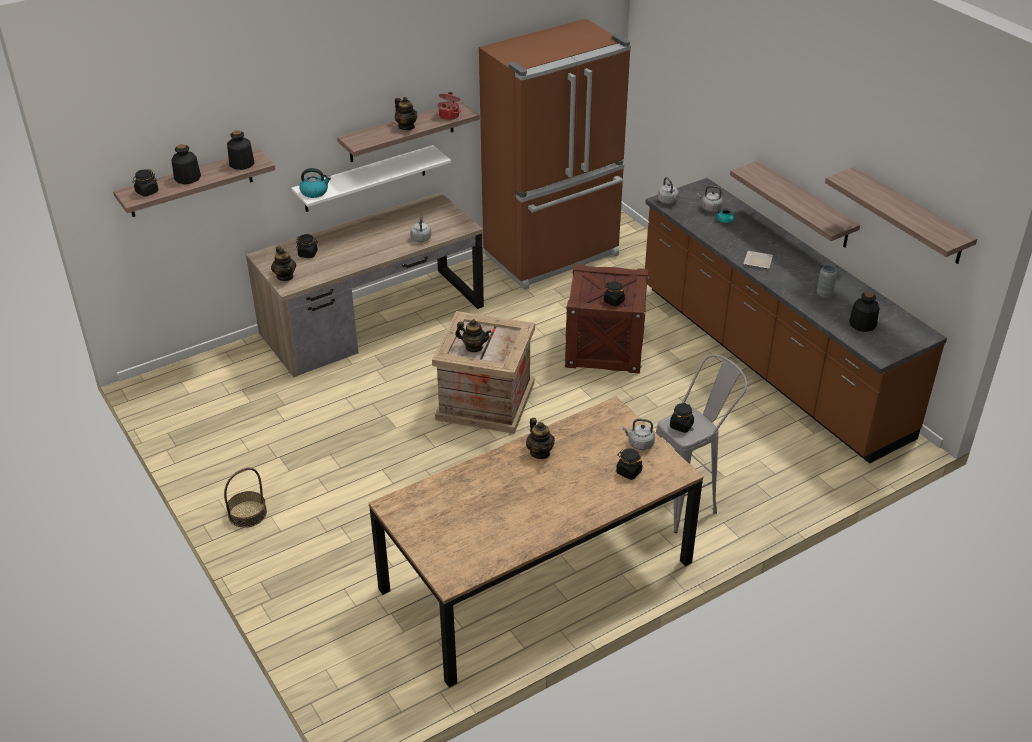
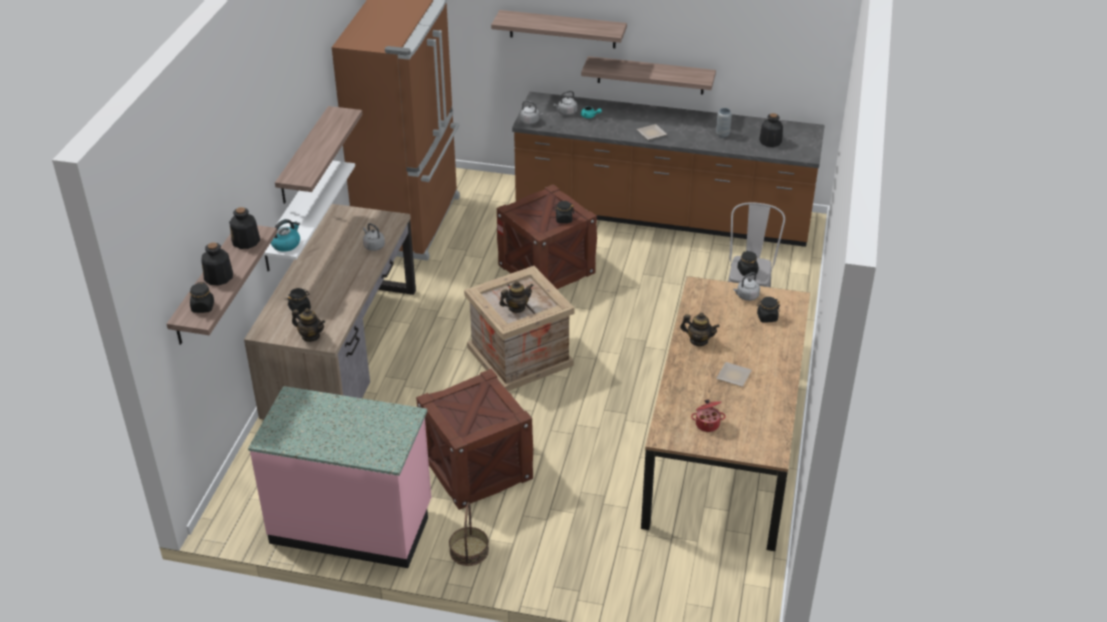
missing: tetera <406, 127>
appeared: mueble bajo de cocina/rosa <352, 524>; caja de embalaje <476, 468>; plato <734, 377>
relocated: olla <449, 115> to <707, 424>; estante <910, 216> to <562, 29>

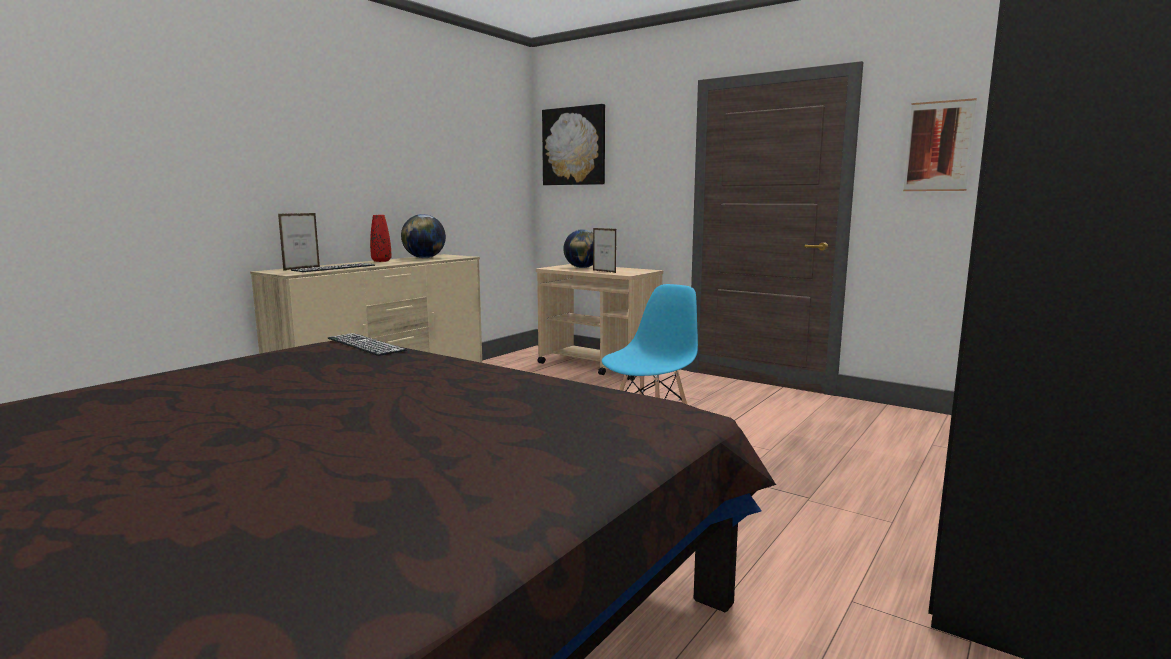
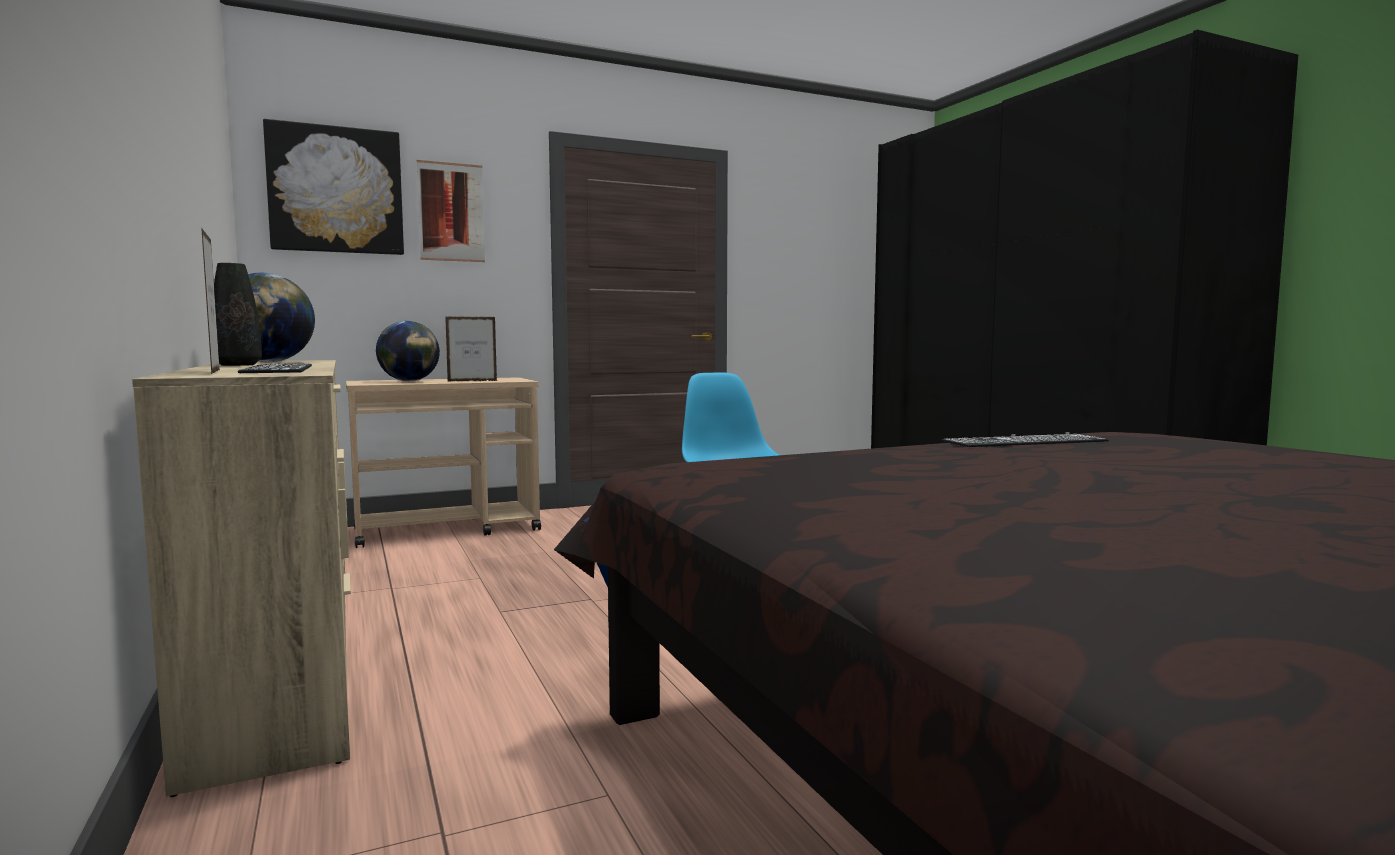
relocated: teclado <365, 344> to <1025, 441>; cuadro <938, 146> to <451, 212>
colour: florero/rojo <381, 261> to florero/negro <237, 365>

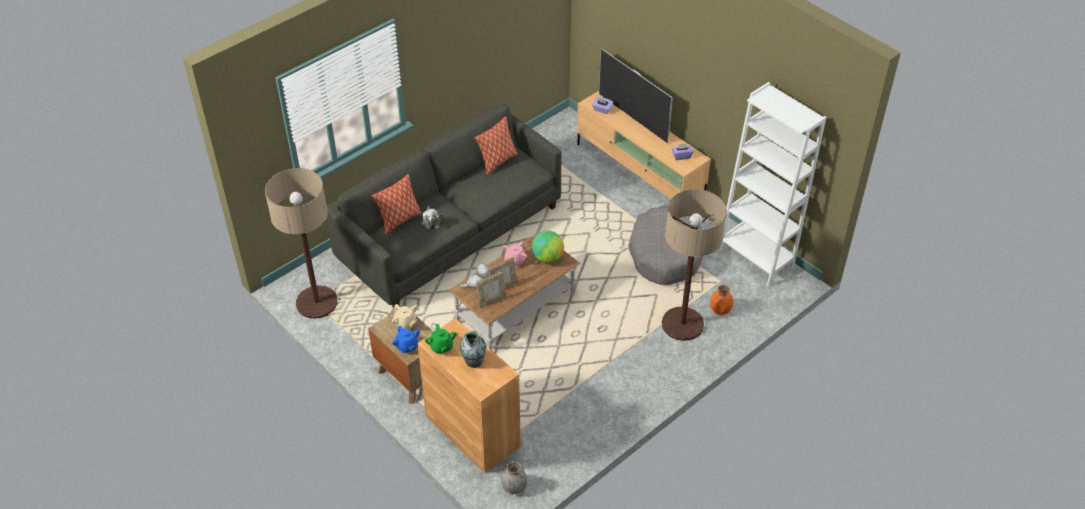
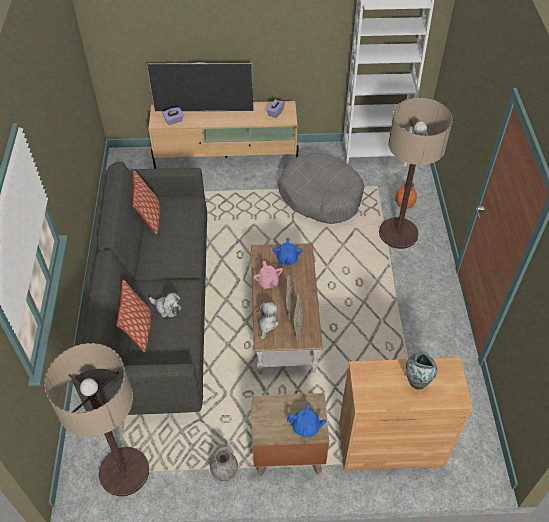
missing: tetera/beis <405, 323>; tetera/verde <441, 347>
relocated: florero/gris <514, 487> to <224, 472>
exchanged: globo terráqueo <547, 258> to tetera/azul <287, 259>

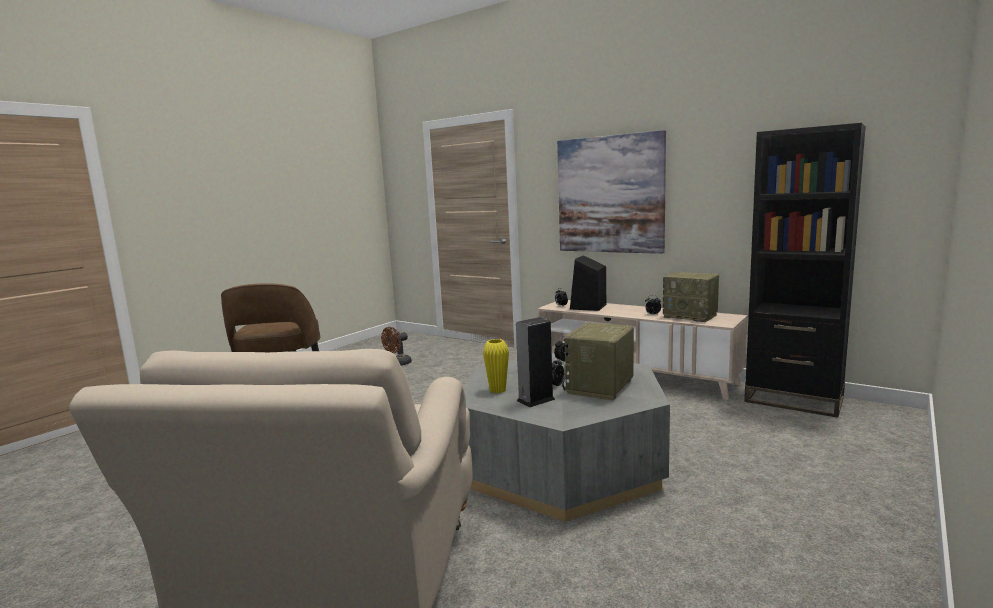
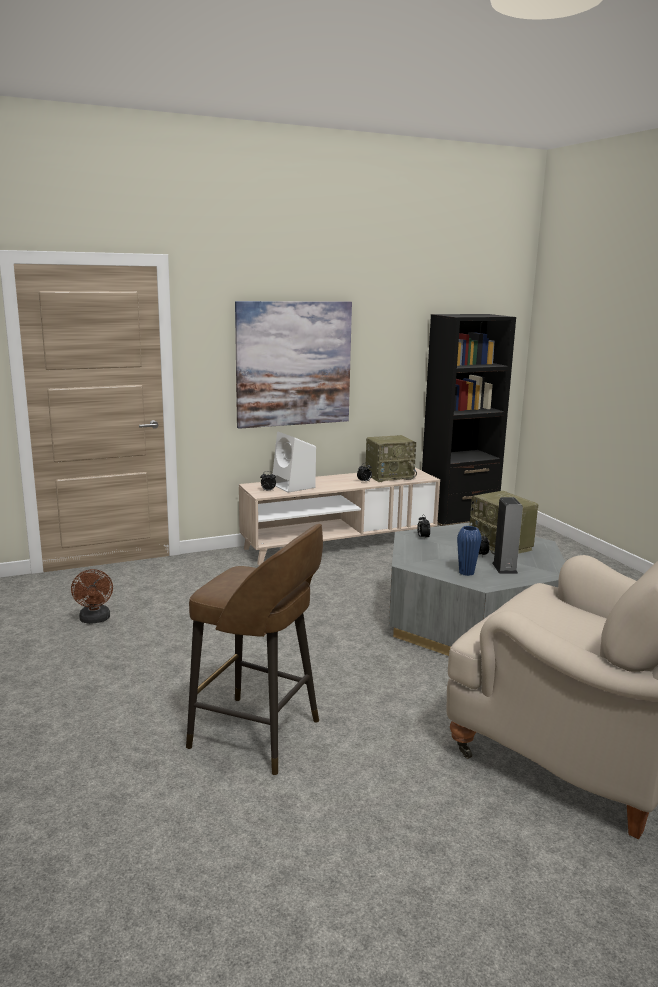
colour: florero/amarillo <497, 390> to florero/azul <466, 573>; altavoz/negro <588, 307> to altavoz/blanco <294, 486>

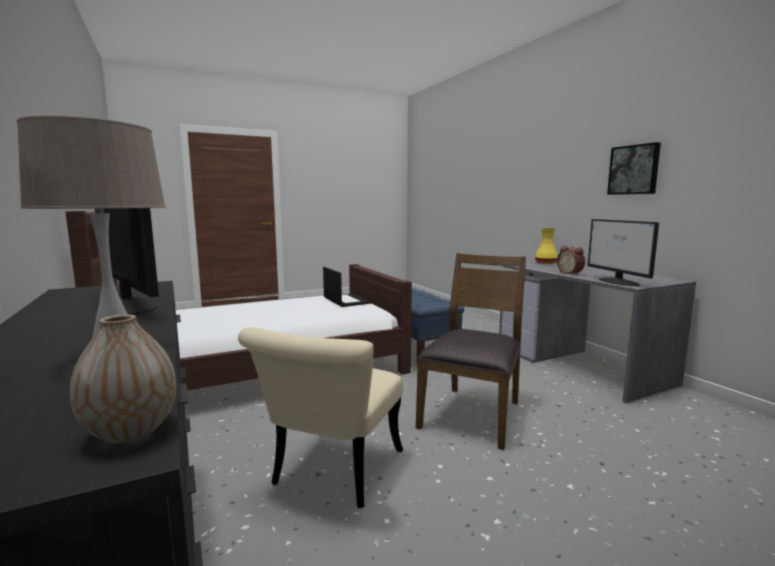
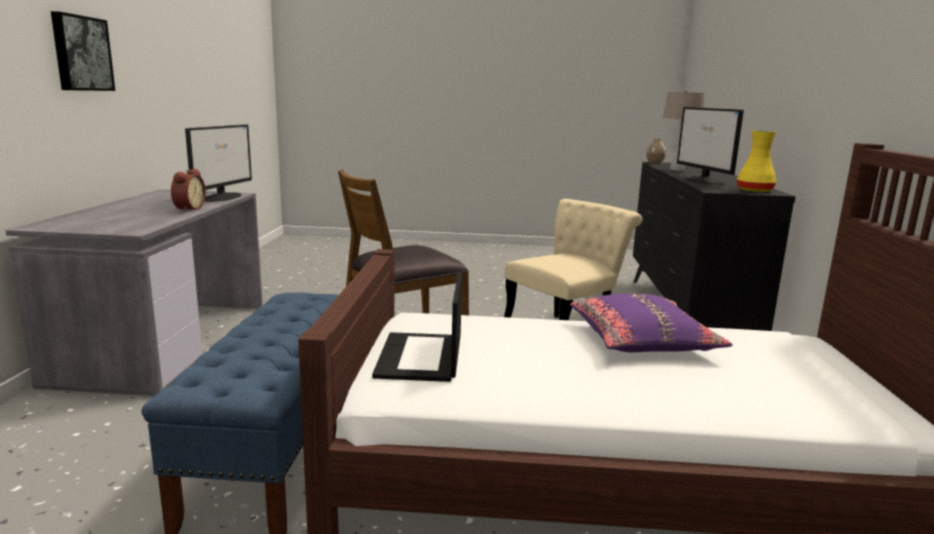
appeared: cojín/morado <642, 341>
relocated: florero/amarillo <546, 263> to <753, 191>

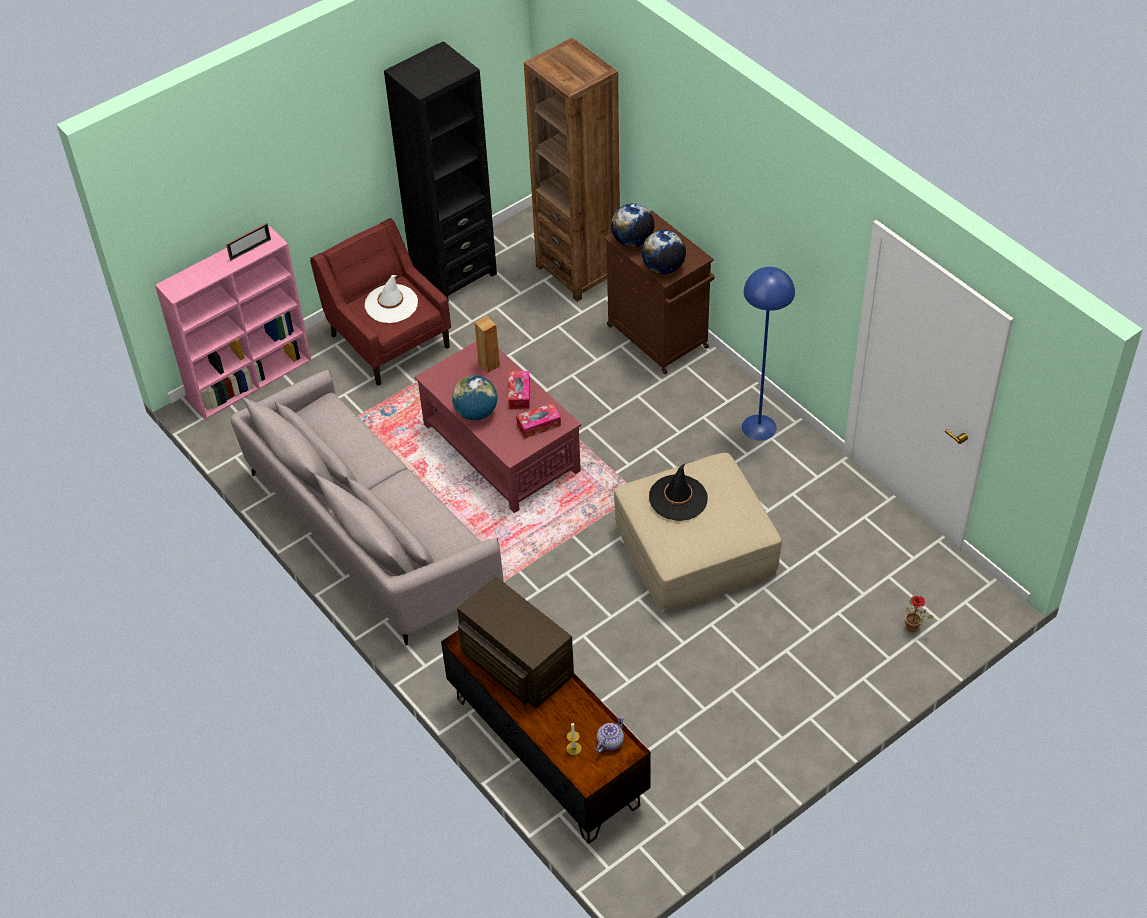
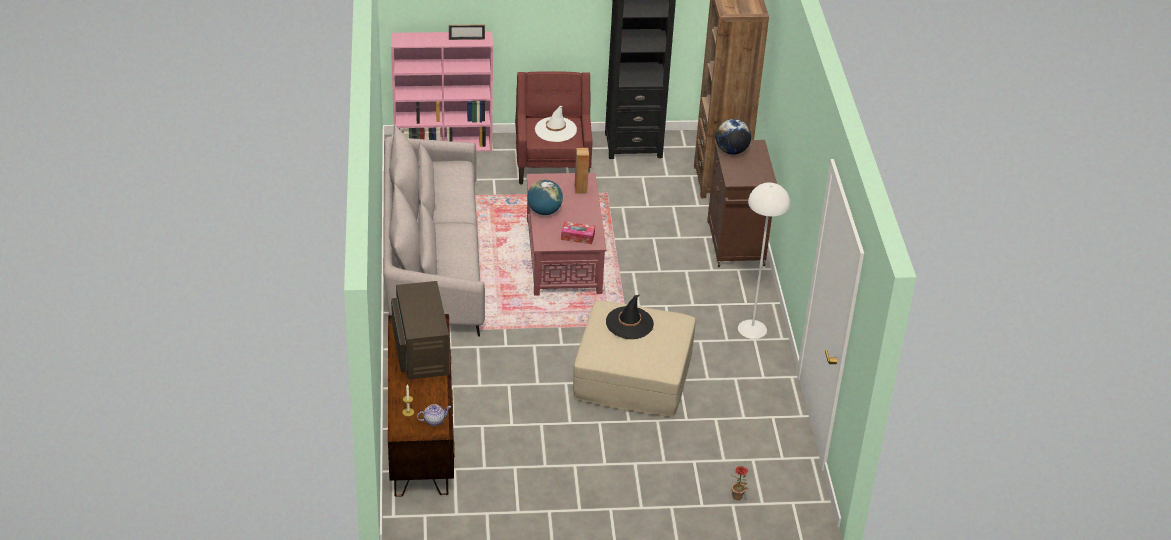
missing: caja de pañuelos <519, 394>; globo terráqueo <663, 268>
colour: lámpara de pie/azul <759, 427> to lámpara de pie/blanco <752, 329>

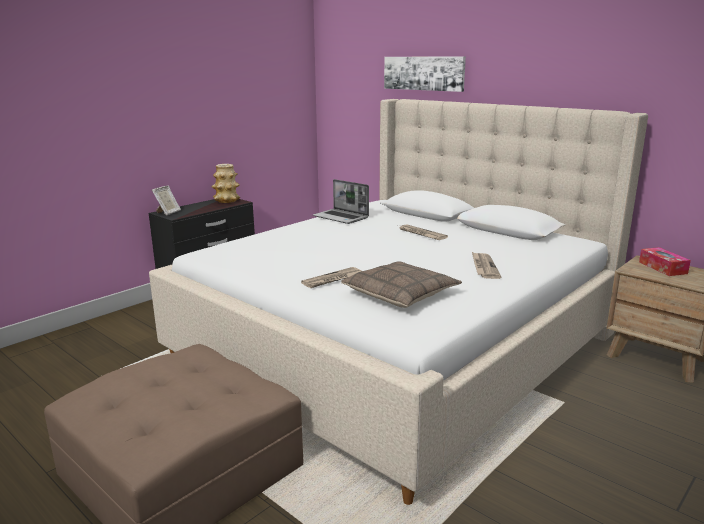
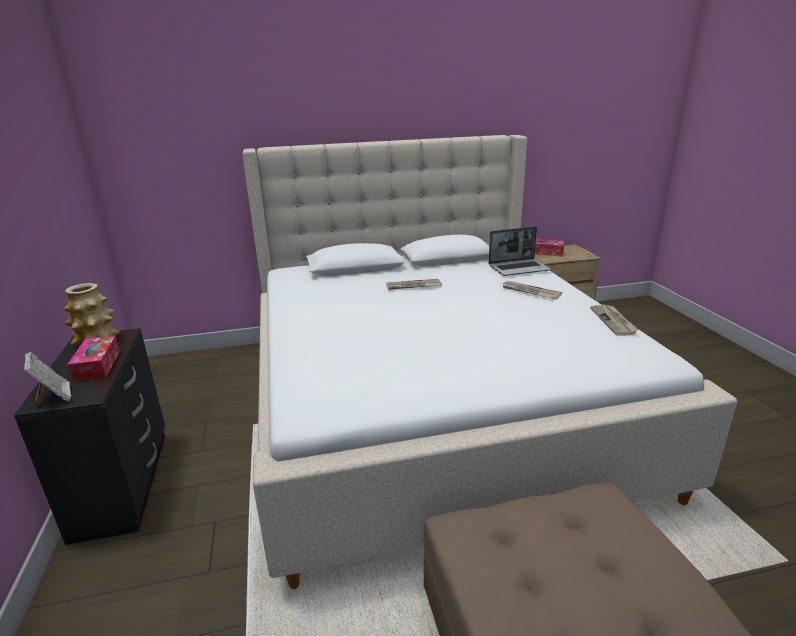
missing: cojín <401, 294>; cuadro <423, 73>
appeared: caja de pañuelos <97, 365>
relocated: periódico <333, 279> to <614, 321>; portátil <341, 217> to <519, 268>

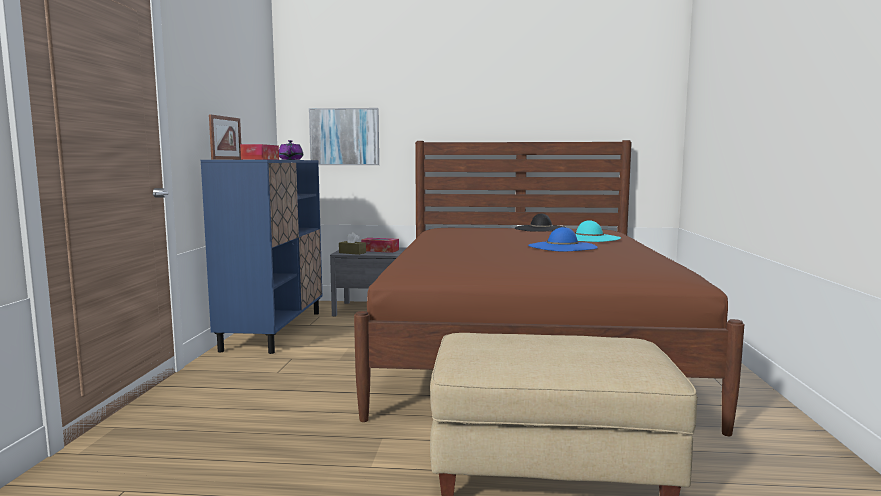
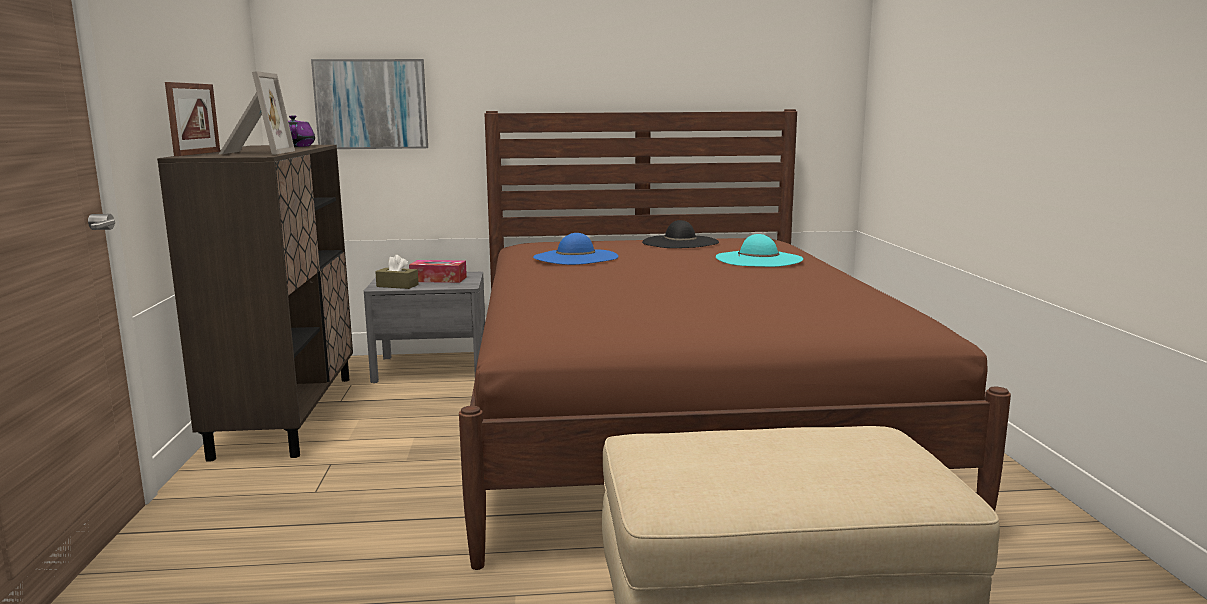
relocated: sombrero/azul <562, 247> to <575, 257>
exchanged: caja de pañuelos <260, 159> to portarretratos <255, 153>
colour: armario/azul <274, 330> to armario/marrón <287, 414>

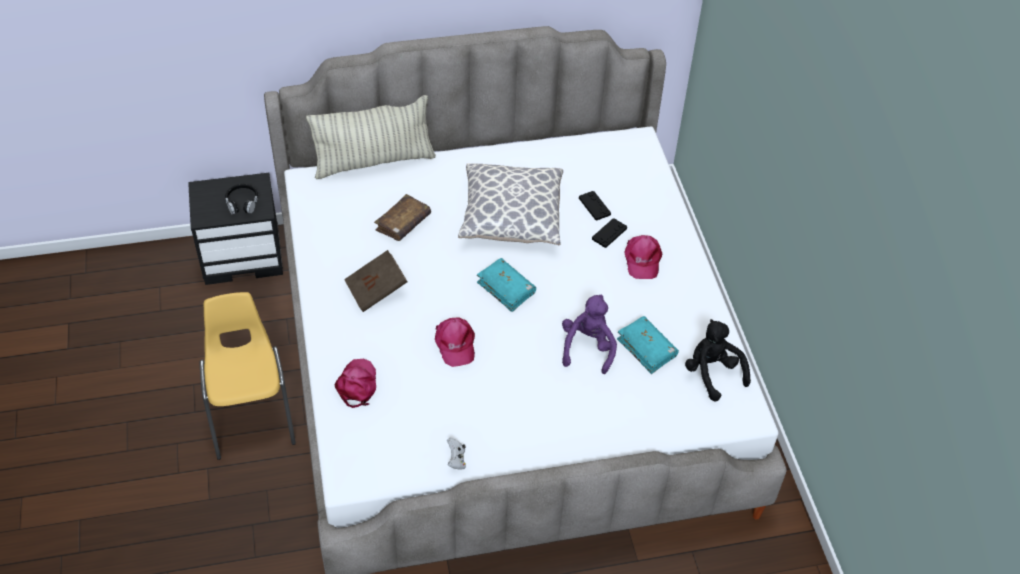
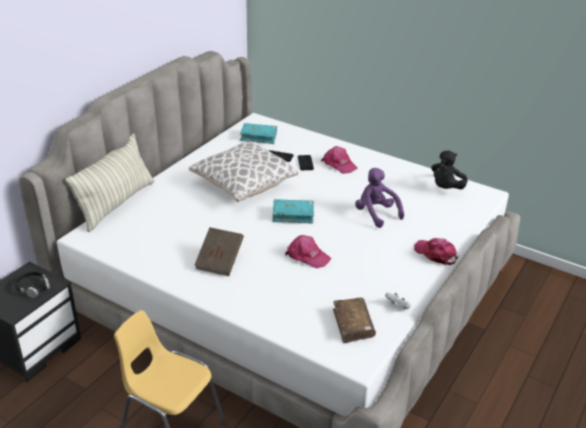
relocated: gorra/rosa <357, 385> to <435, 254>; libro/marrón <403, 223> to <353, 325>; libro/turquesa <646, 349> to <258, 137>
spun: peluche/negro <712, 373> = <446, 188> 75 degrees counterclockwise

